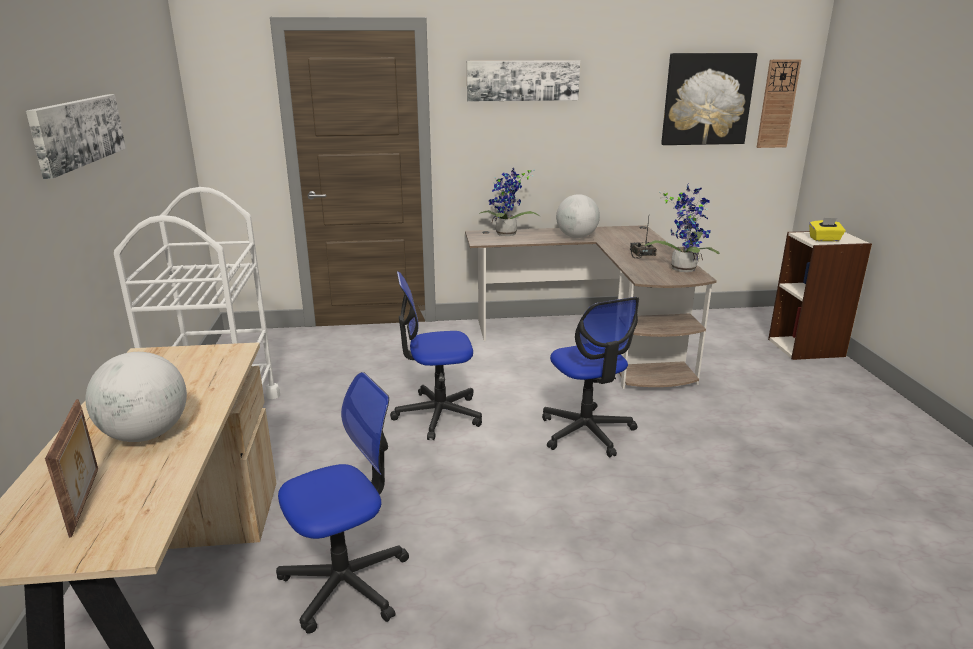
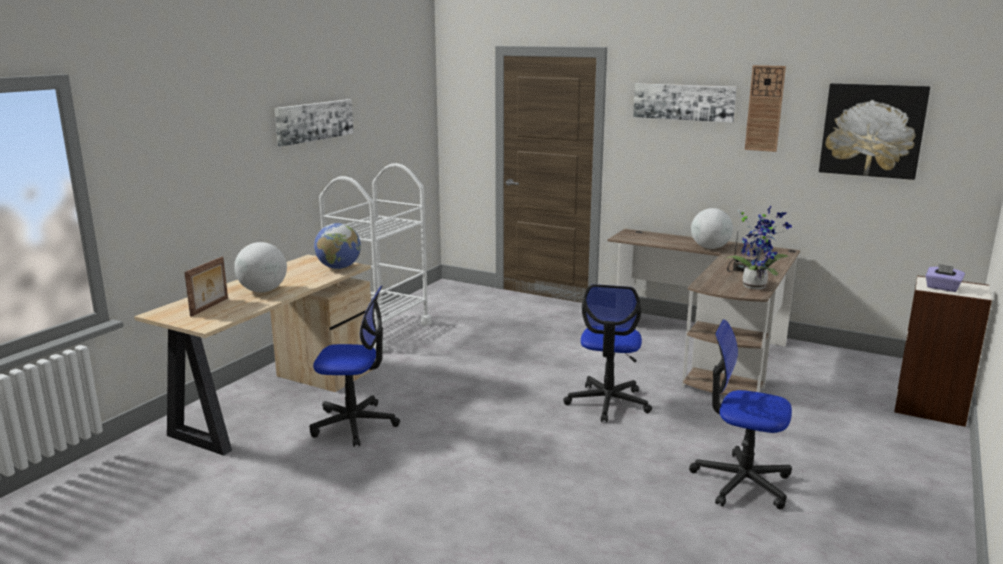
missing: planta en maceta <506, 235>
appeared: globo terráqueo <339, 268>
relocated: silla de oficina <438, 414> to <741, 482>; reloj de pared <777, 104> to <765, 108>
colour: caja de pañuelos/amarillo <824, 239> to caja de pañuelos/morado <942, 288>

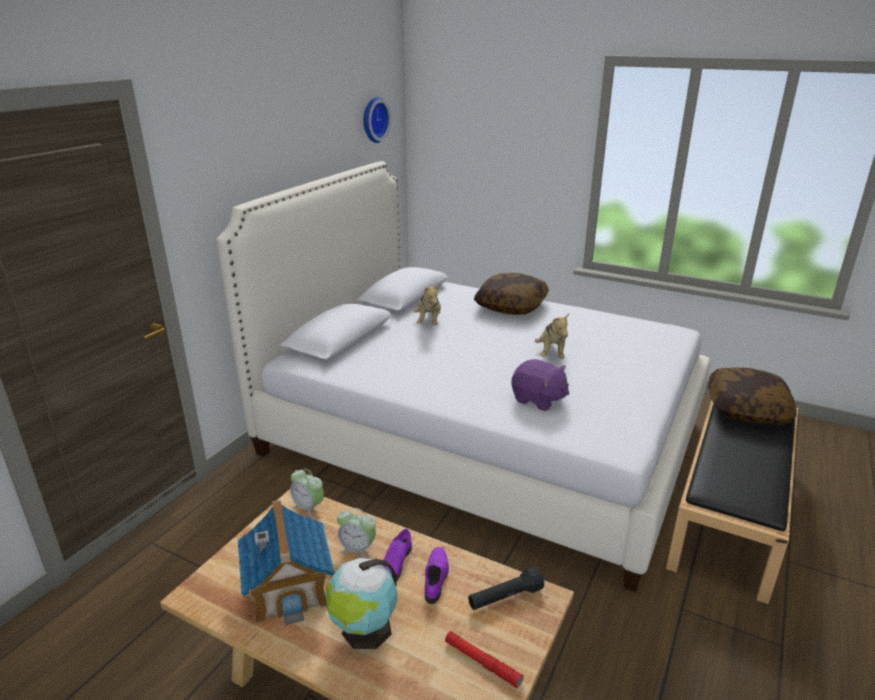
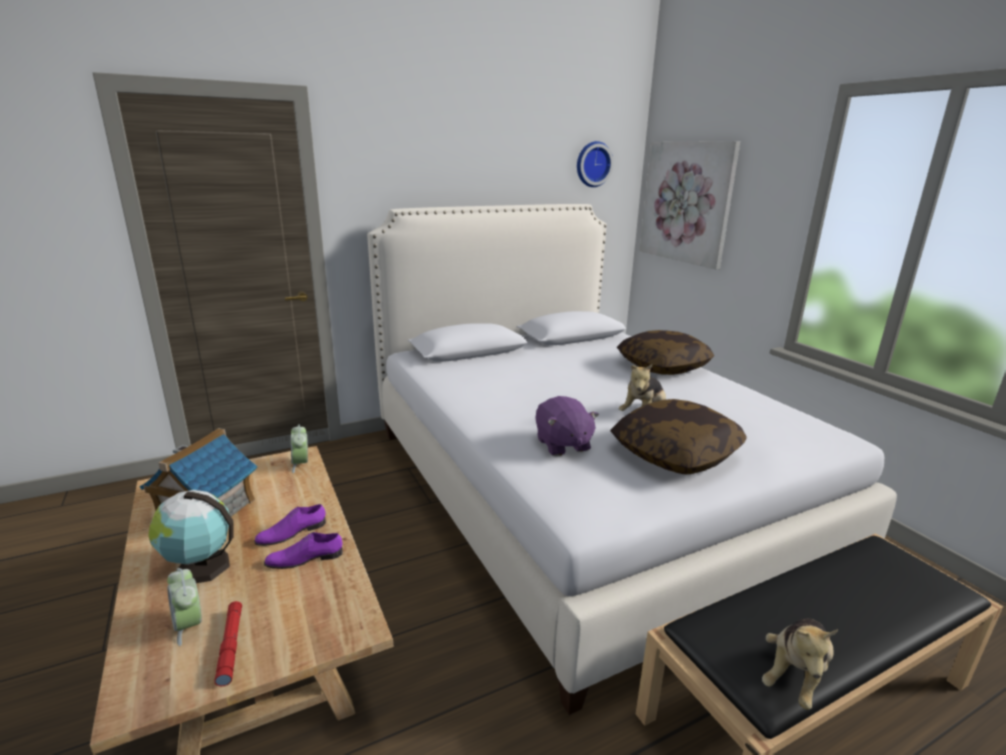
missing: linterna/negro <505, 598>
appeared: cuadro <686, 202>
relocated: despertador <358, 549> to <189, 625>; peluche <429, 321> to <794, 676>; cojín <746, 409> to <675, 454>
spun: zapato/morado <436, 577> = <305, 558> 150 degrees counterclockwise

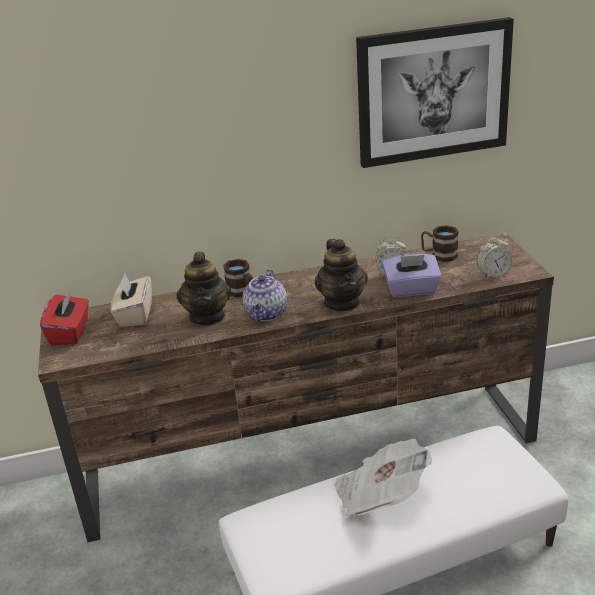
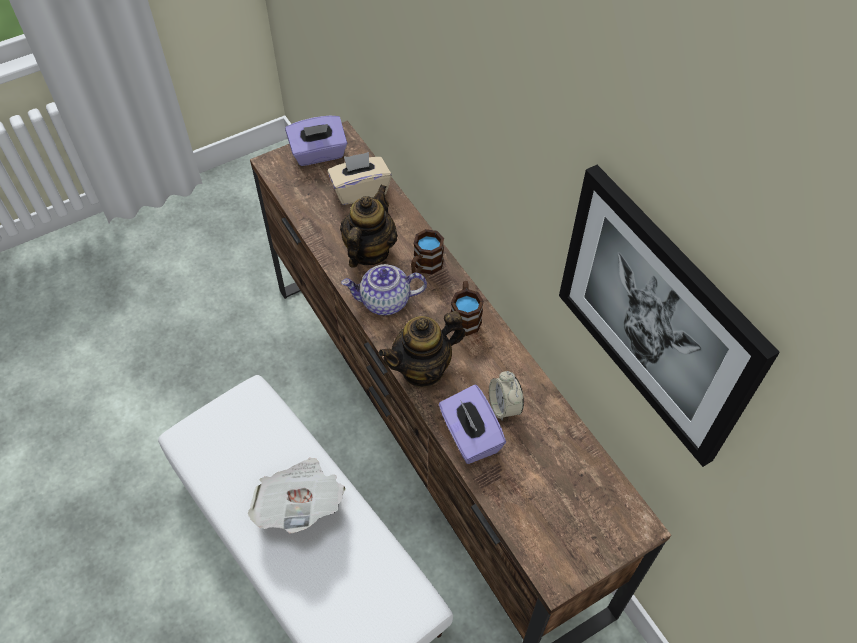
missing: despertador <493, 274>
relocated: taza grande/marrón <439, 255> to <465, 316>
colour: caja de pañuelos/rojo <70, 333> to caja de pañuelos/morado <319, 154>
spun: tetera <208, 316> = <369, 251> 135 degrees clockwise

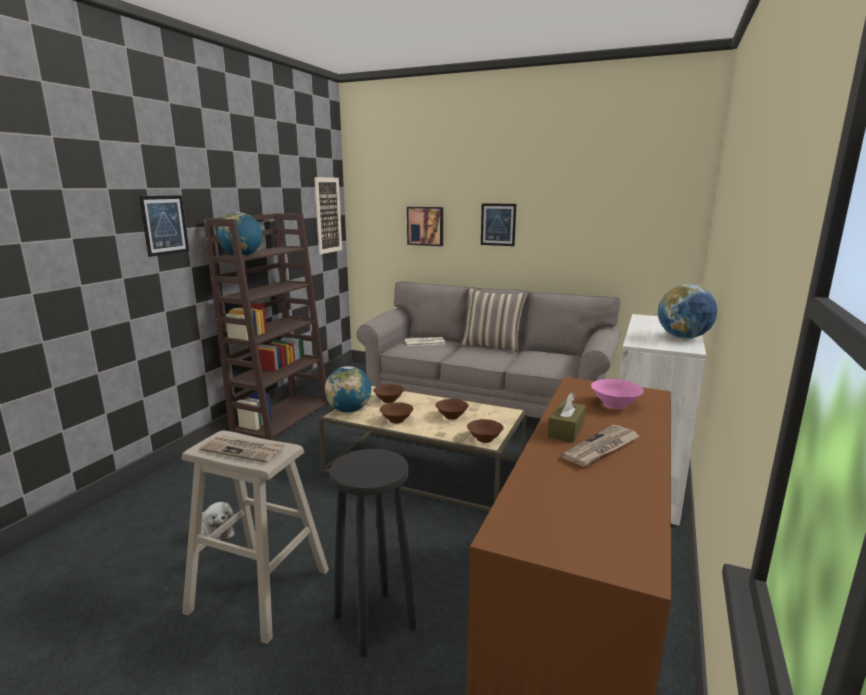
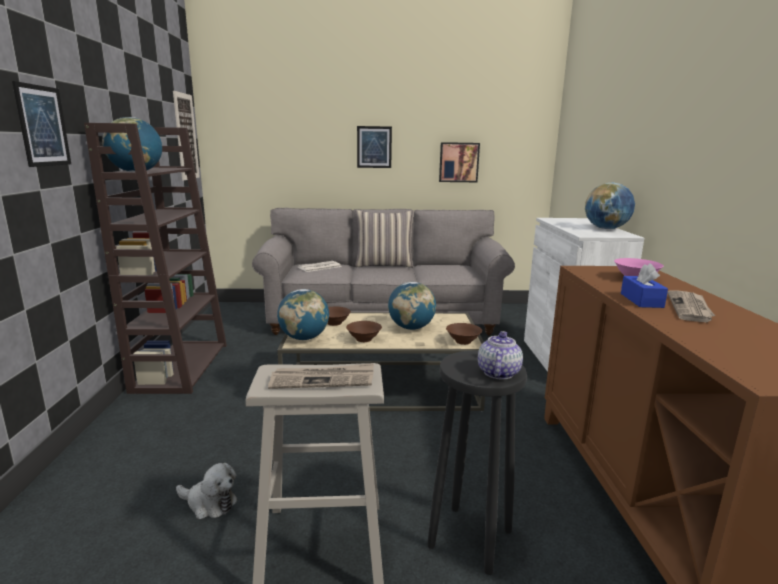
appeared: tetera <497, 372>
relocated: cuadro <425, 226> to <458, 162>
exchanged: cuenco/marrón <451, 416> to globo terráqueo <411, 328>
colour: caja de pañuelos/marrón <566, 430> to caja de pañuelos/azul <641, 300>

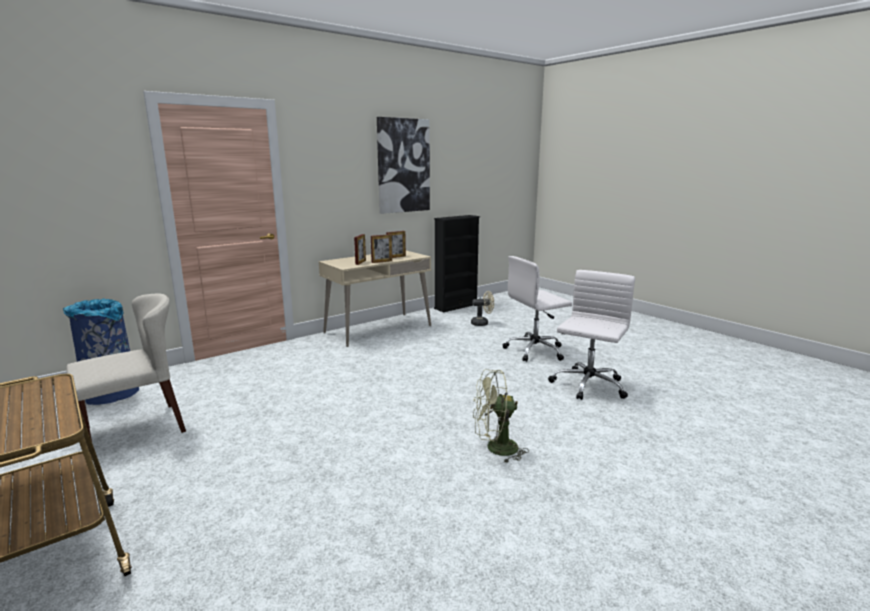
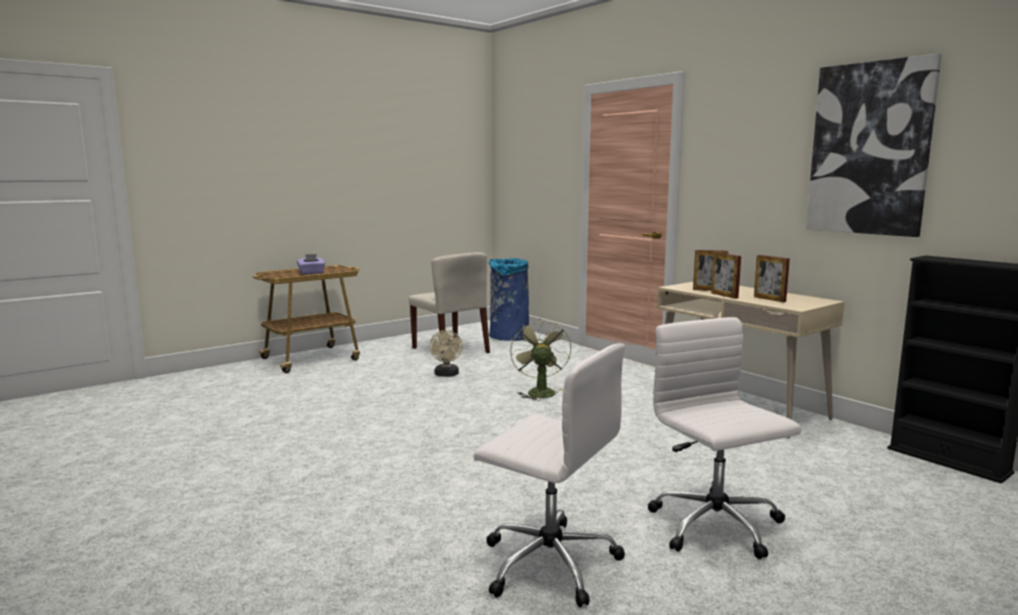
appeared: caja de pañuelos/morado <311, 273>
relocated: ventilador/beis <482, 323> to <446, 375>; ventilador/verde <495, 449> to <539, 392>

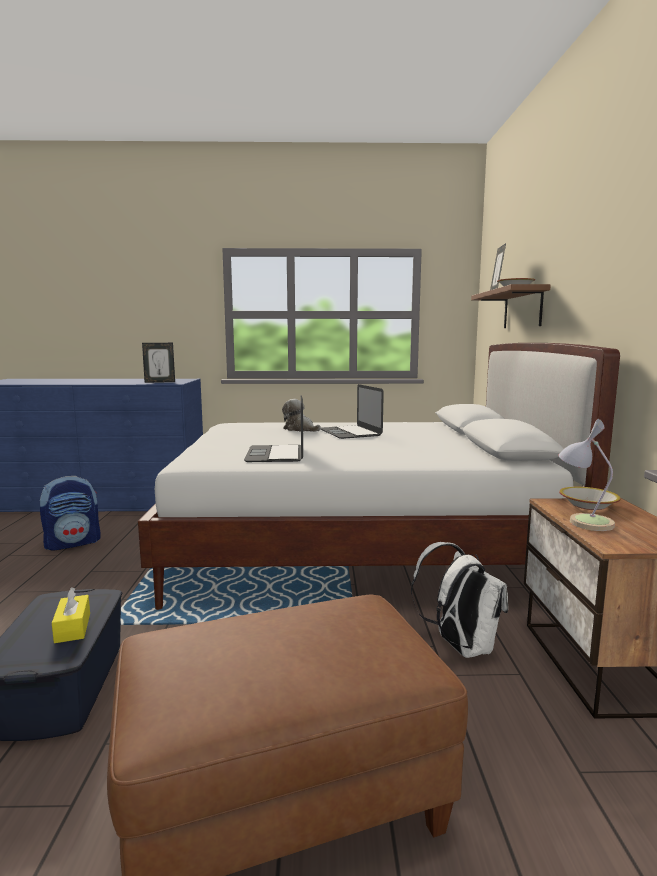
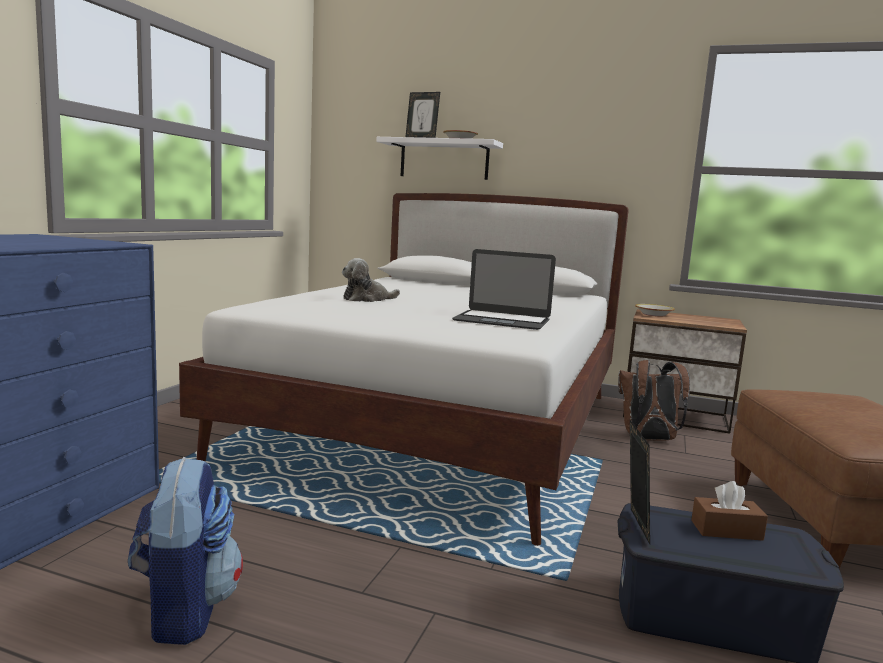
missing: portátil <350, 432>; lámpara de mesa <582, 521>
relocated: portarretratos <160, 382> to <633, 525>
colour: caja de pañuelos/amarillo <72, 627> to caja de pañuelos/marrón <726, 530>; mochila/blanco <459, 646> to mochila/marrón <648, 439>; estante/marrón <522, 309> to estante/blanco <444, 160>

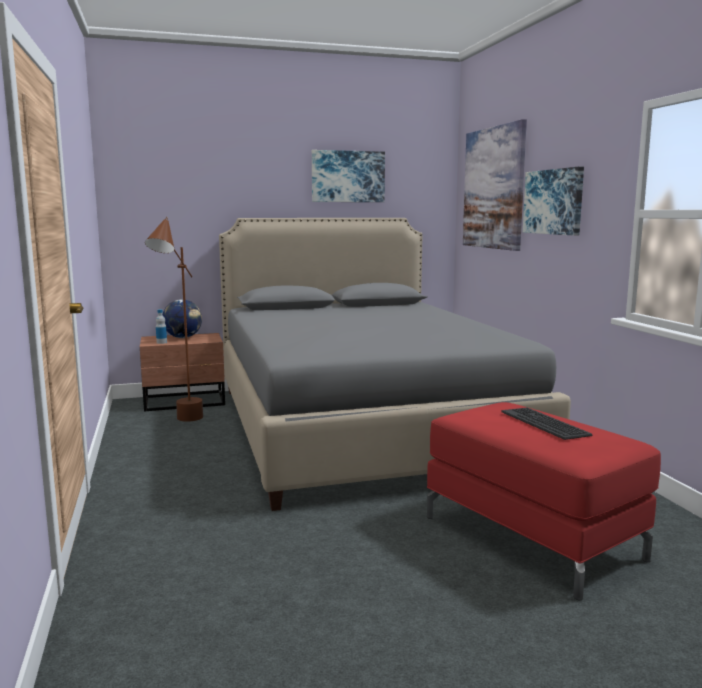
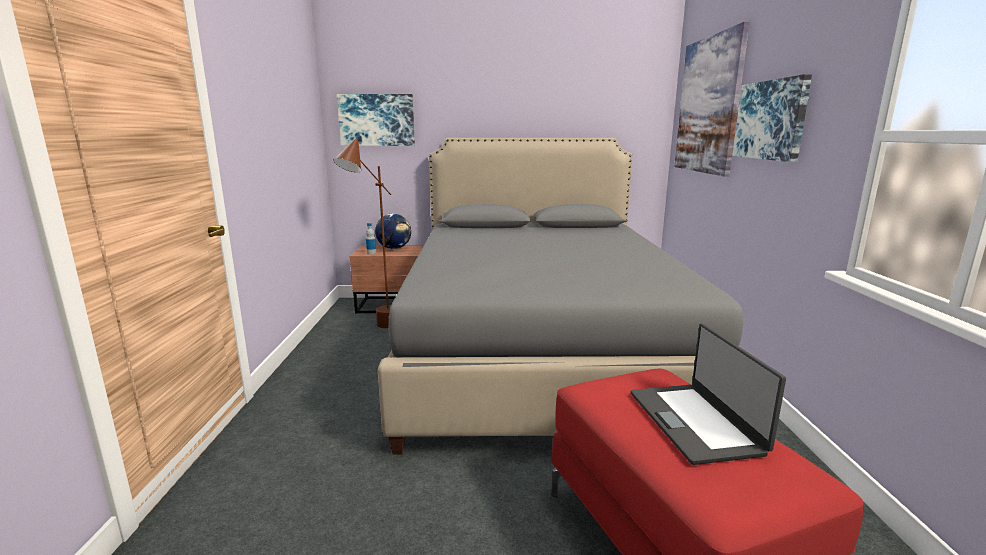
relocated: cuadro <348, 176> to <377, 120>
exchanged: teclado <545, 424> to portátil <695, 421>

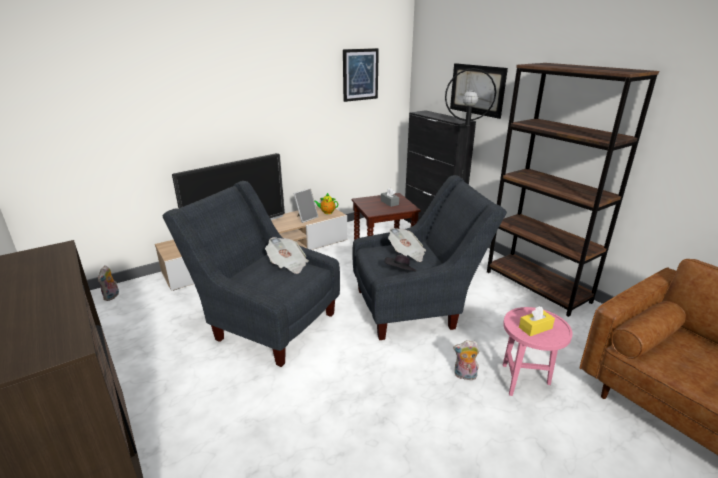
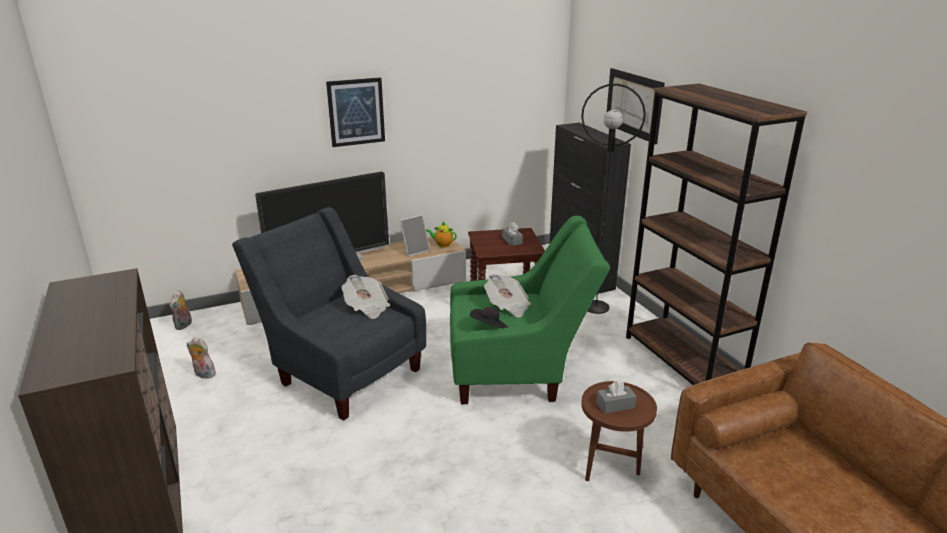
relocated: cuadro <360, 74> to <356, 112>; peluche <464, 376> to <203, 374>
colour: sillón/gris <416, 307> to sillón/verde <519, 371>; mesa auxiliar/rosa <525, 381> to mesa auxiliar/marrón <611, 468>; caja de pañuelos/amarillo <535, 328> to caja de pañuelos/gris <615, 405>

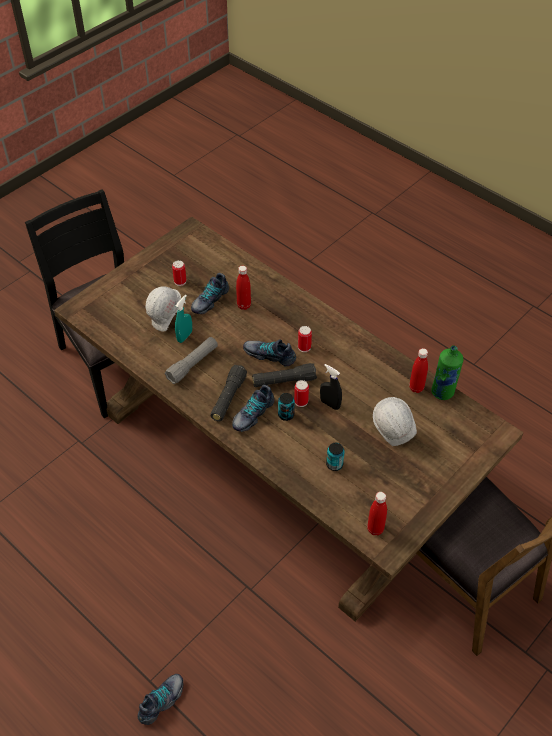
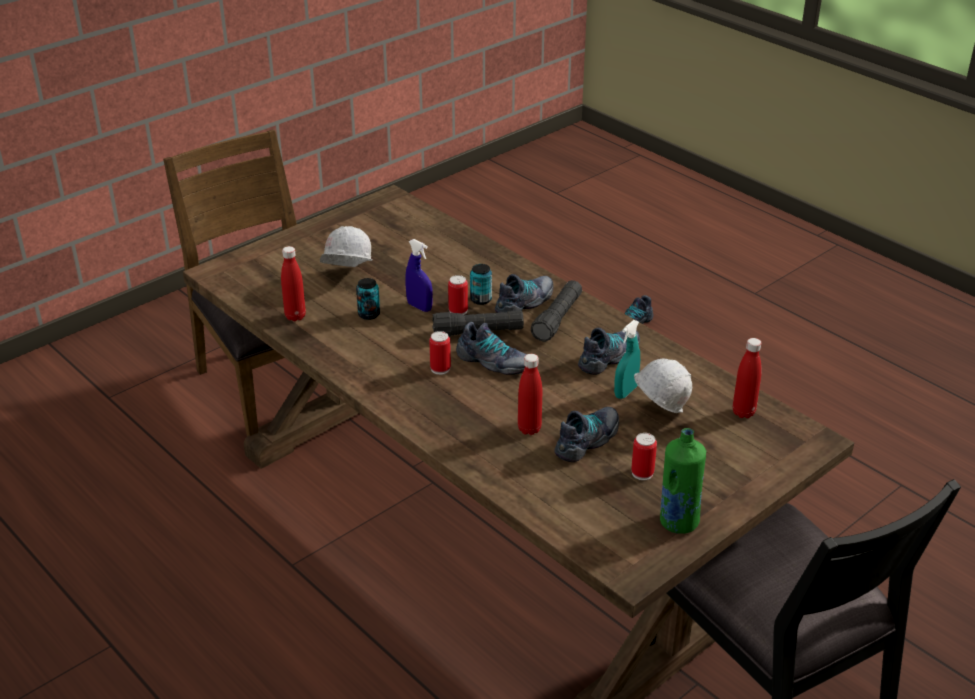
relocated: lata <334, 464> to <369, 314>; botella/rojo <375, 529> to <743, 412>; botella/verde <443, 392> to <678, 522>
exchanged: linterna/gris <192, 364> to zapato <610, 357>
colour: pulverizador/negro <330, 404> to pulverizador/azul <419, 307>

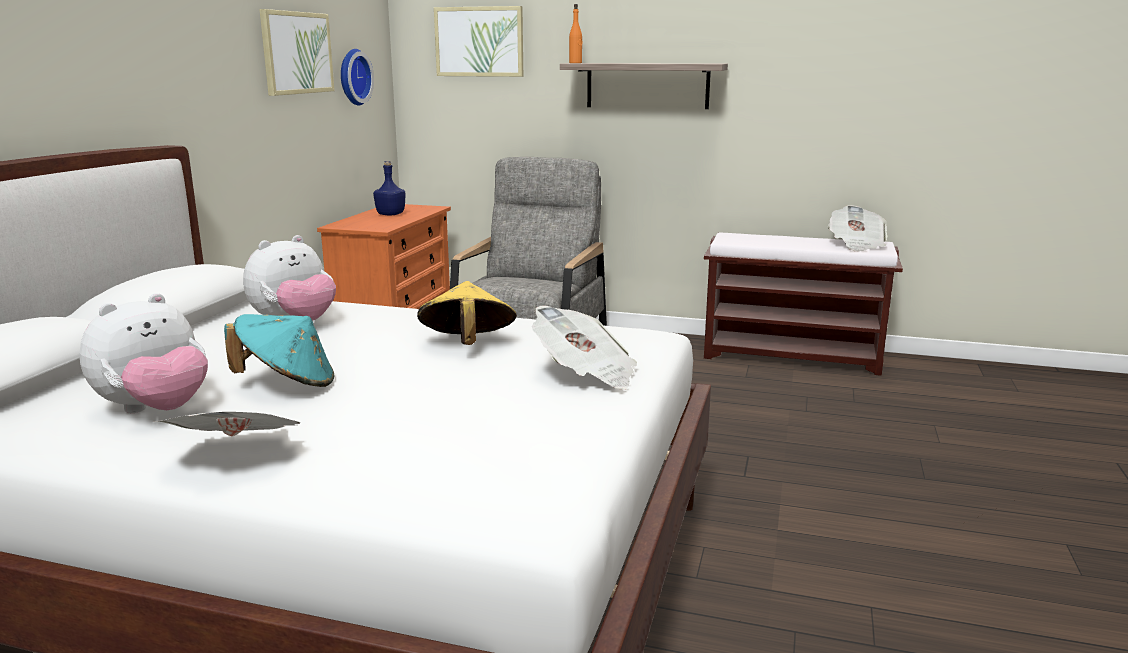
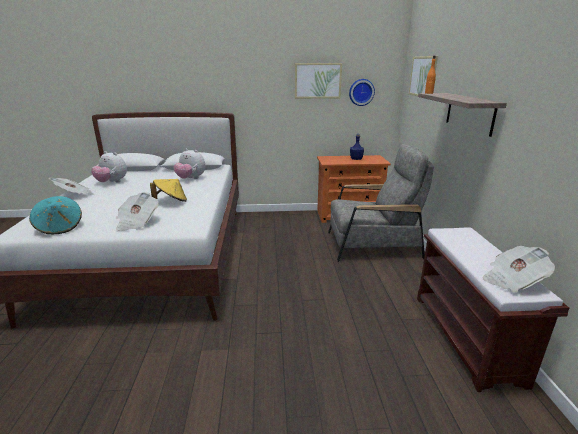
relocated: sombrero/turquesa <287, 383> to <60, 227>

